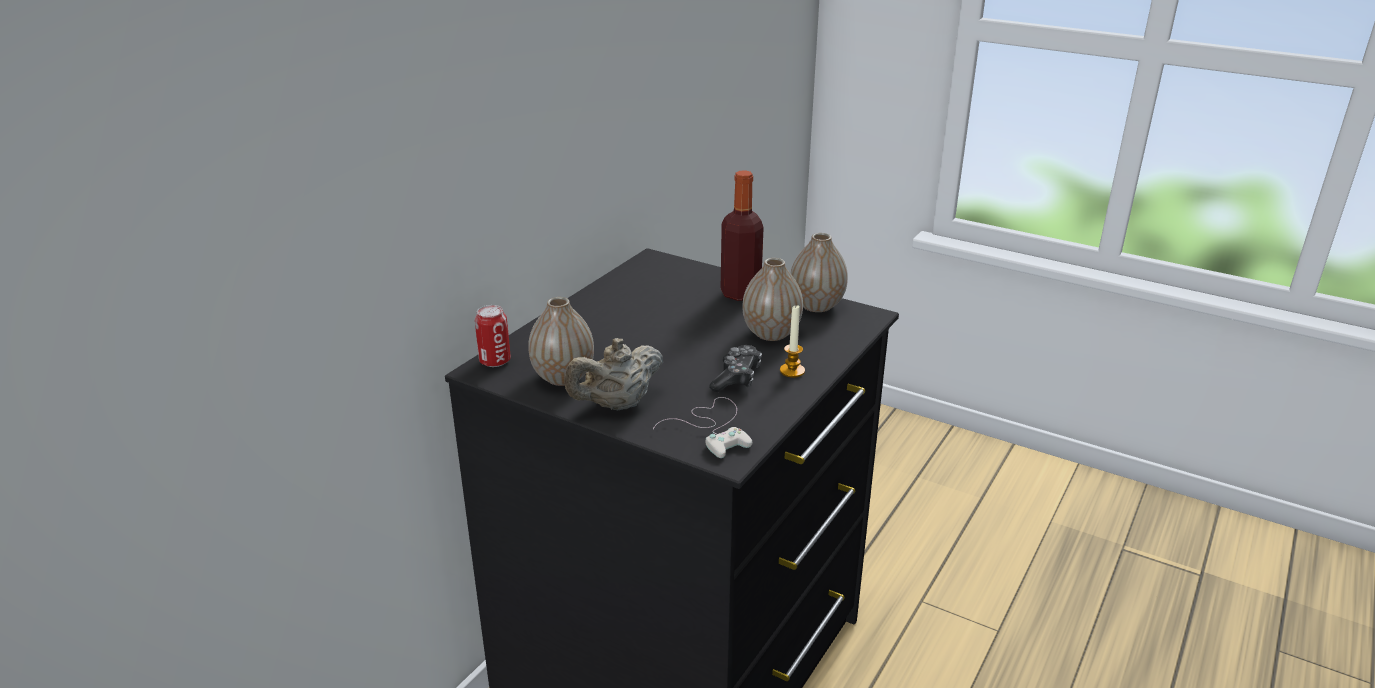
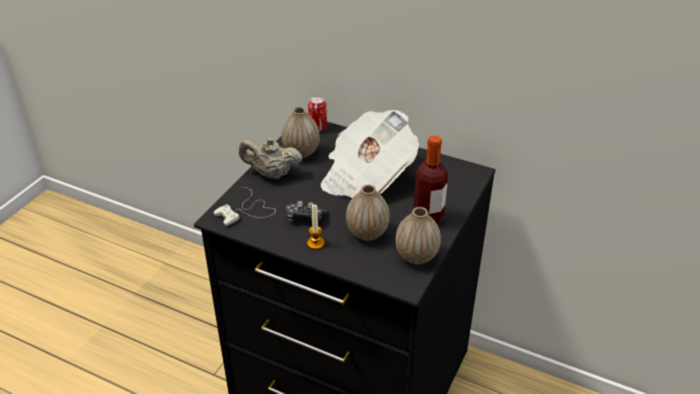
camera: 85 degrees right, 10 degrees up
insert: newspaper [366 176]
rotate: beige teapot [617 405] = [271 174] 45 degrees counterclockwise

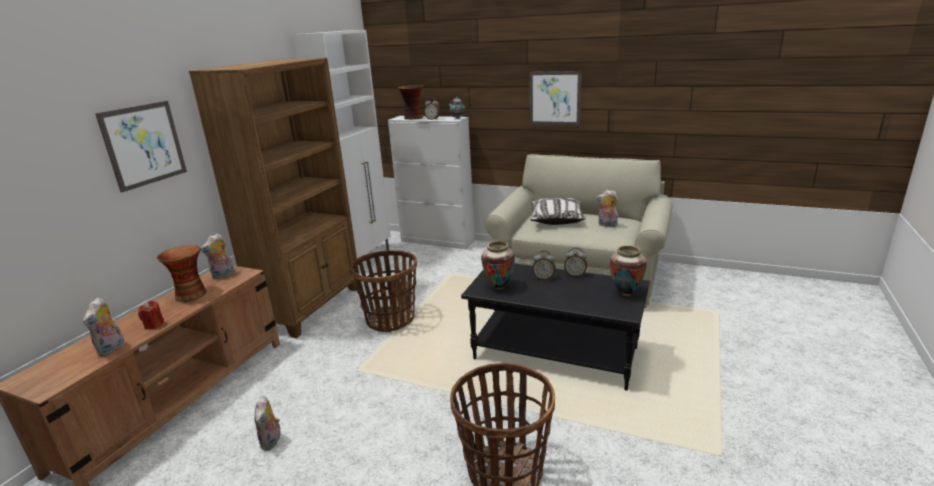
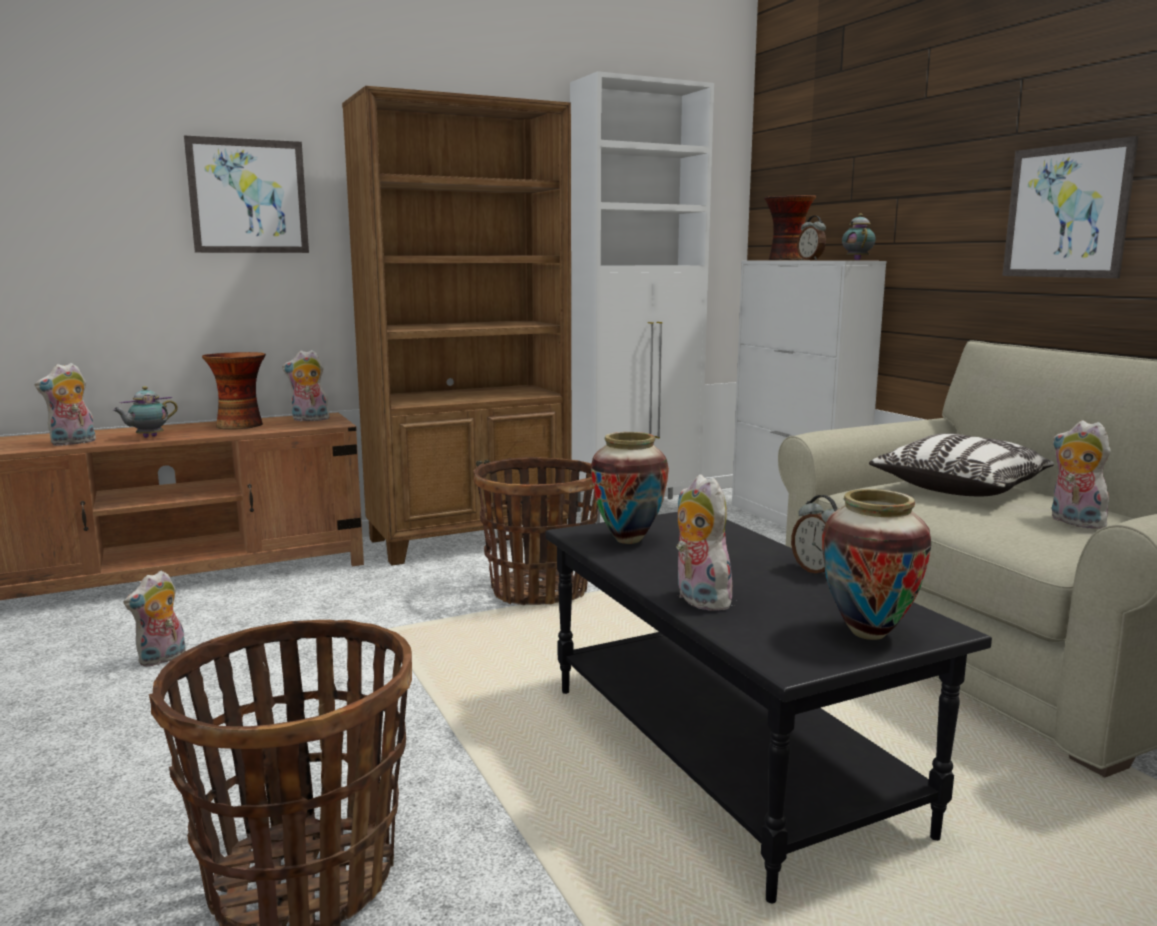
camera: 40 degrees right, 10 degrees down
delete: alarm clock [543 278]
insert: plush toy [698 600]
replace: red candle [154 325] to teapot [148 437]

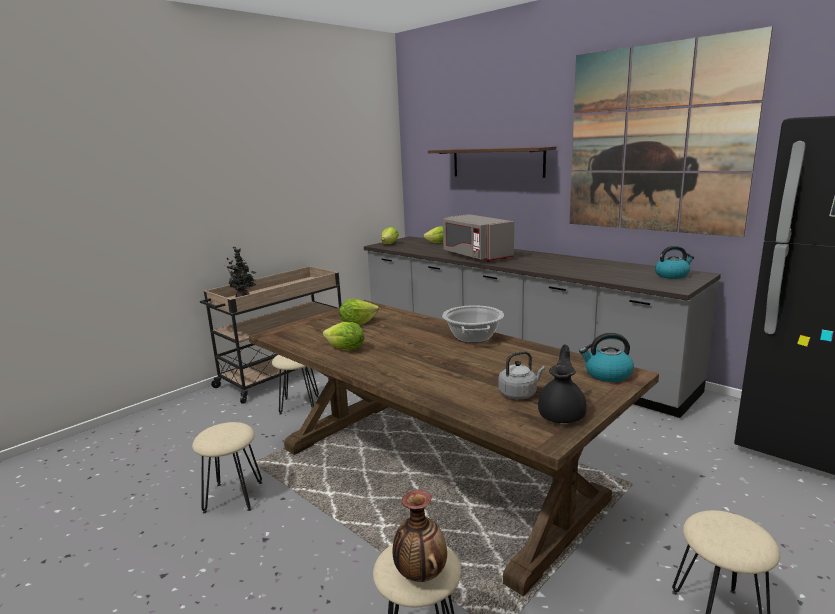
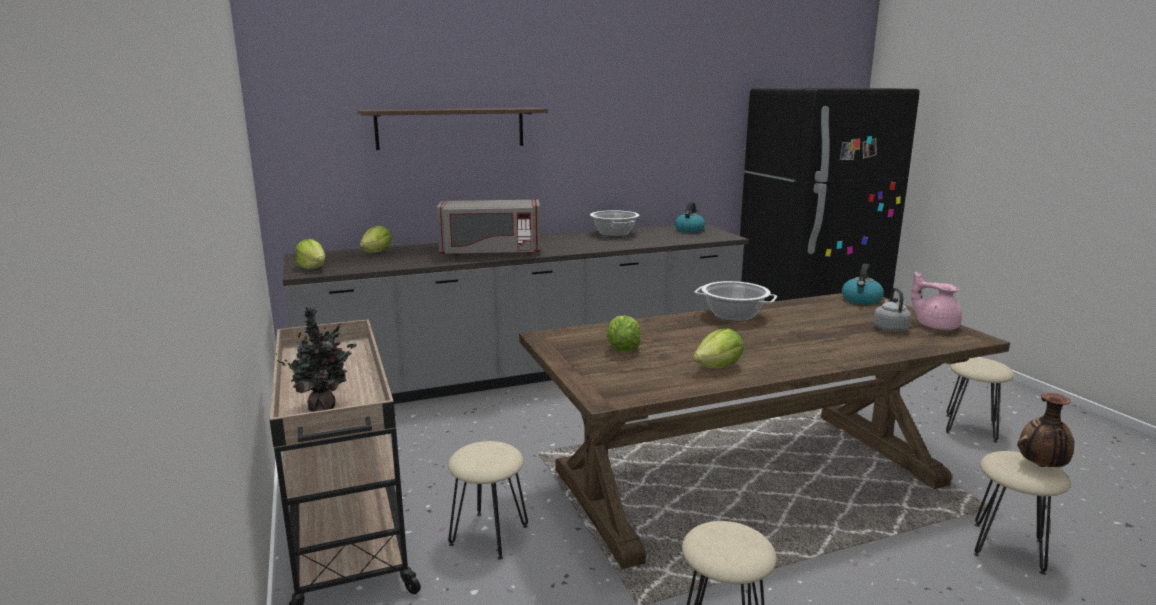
camera: 65 degrees left, 0 degrees up
delete: picture [655 140]
insert: cooking pot [614 234]
recolor: black teapot [562 415] to pink teapot [935 326]

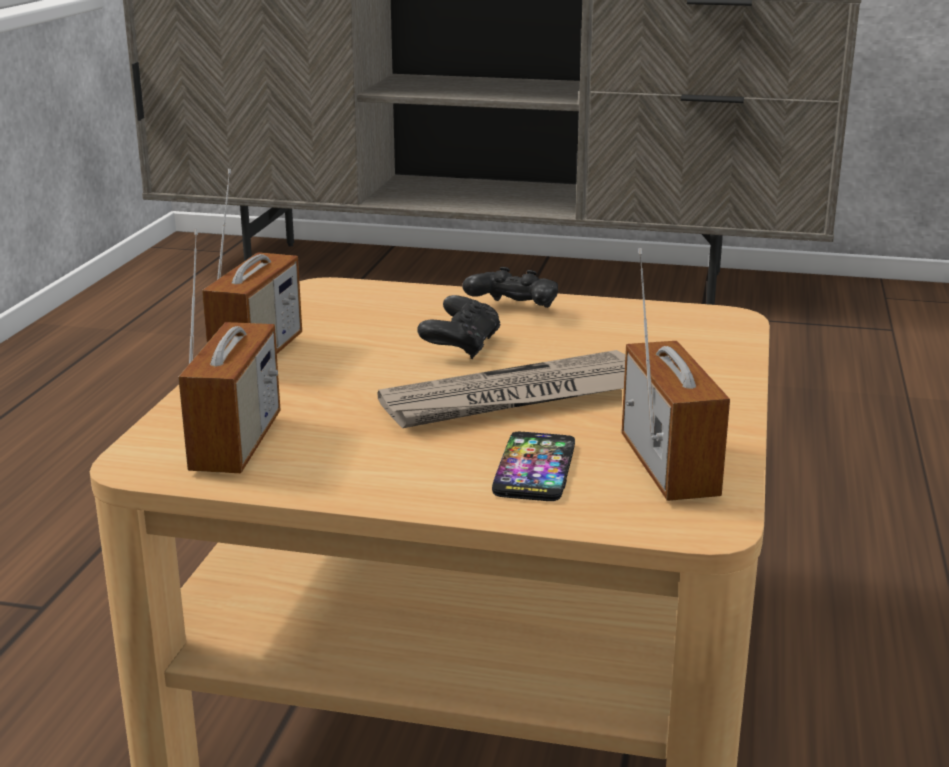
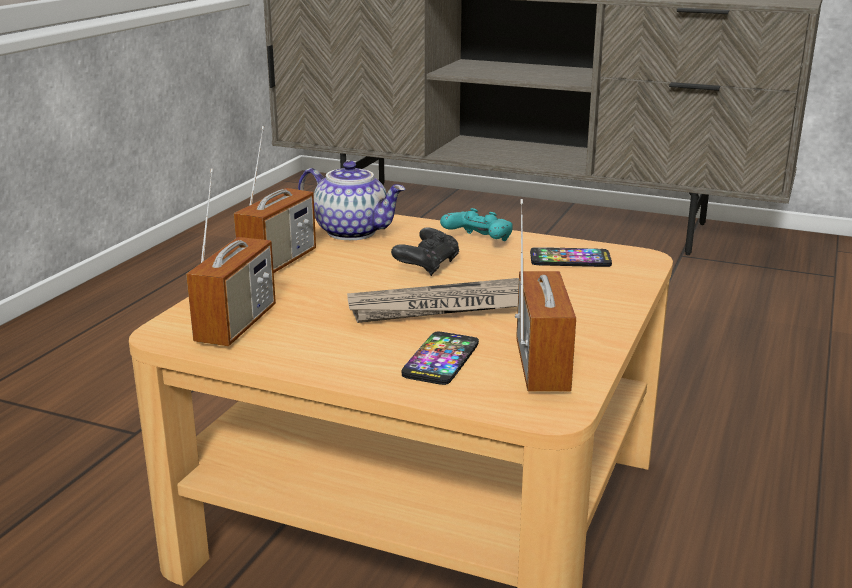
camera: 10 degrees right, 0 degrees up
insert: teapot [353 232]; phone [570 259]
recolor: black game controller [513 310] to turquoise game controller [478 241]

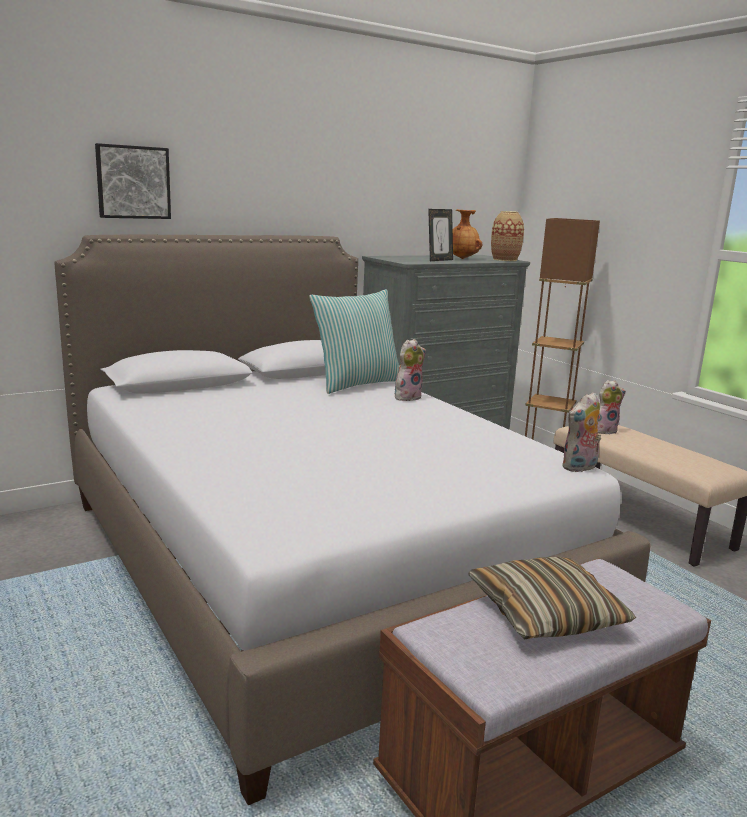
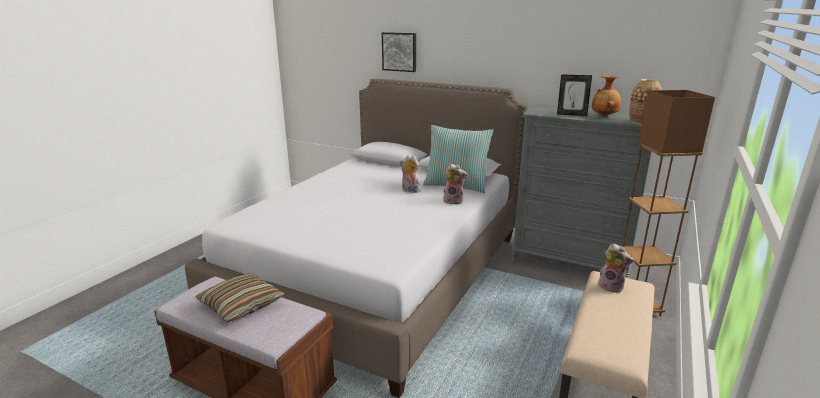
camera: 60 degrees right, 5 degrees up
move: plush toy [580 468] to [410 190]

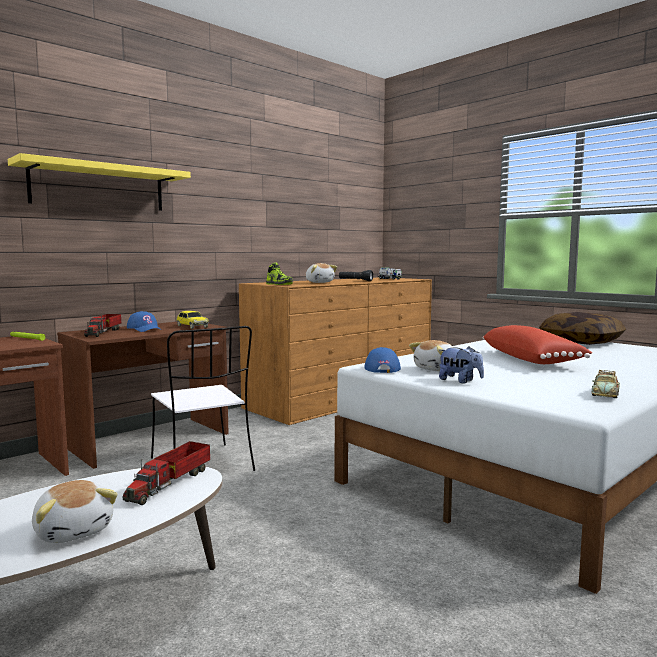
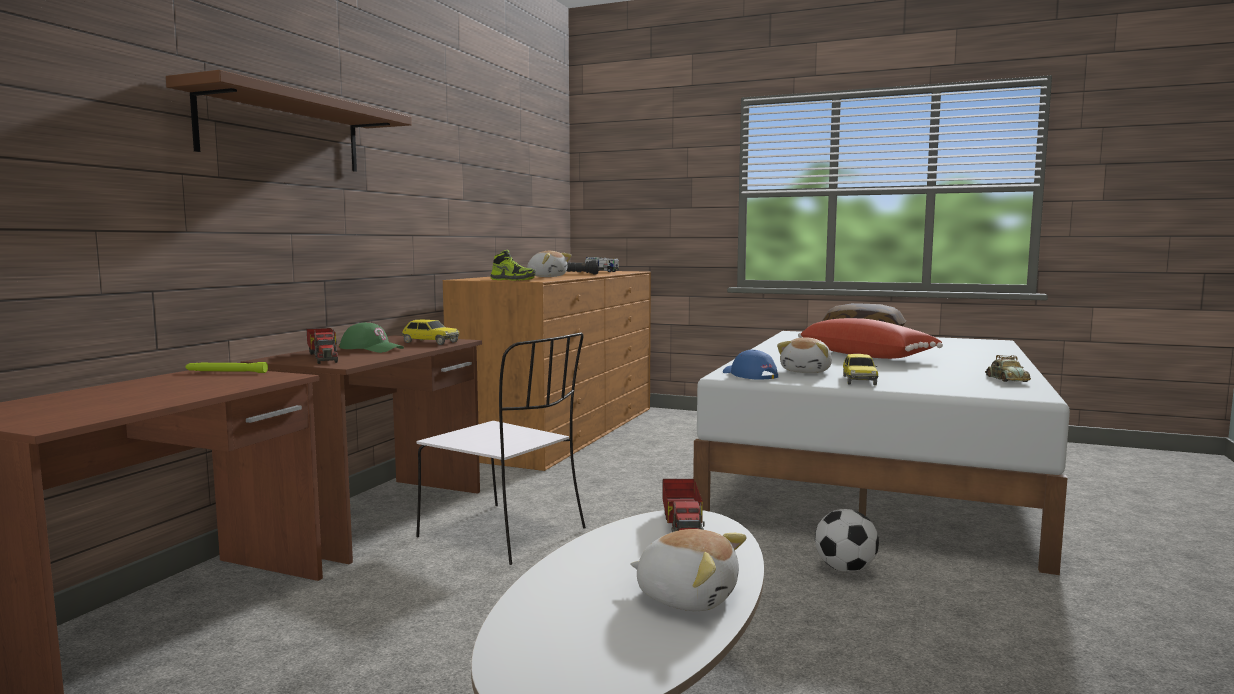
camera: 25 degrees left, 0 degrees up
insert: football [845 569]
replace: plush toy [460 381] to toy car [859 380]
recolor: yellow shelf [99 187] to brown shelf [282 132]; blue cap [144 329] to green cap [371 349]

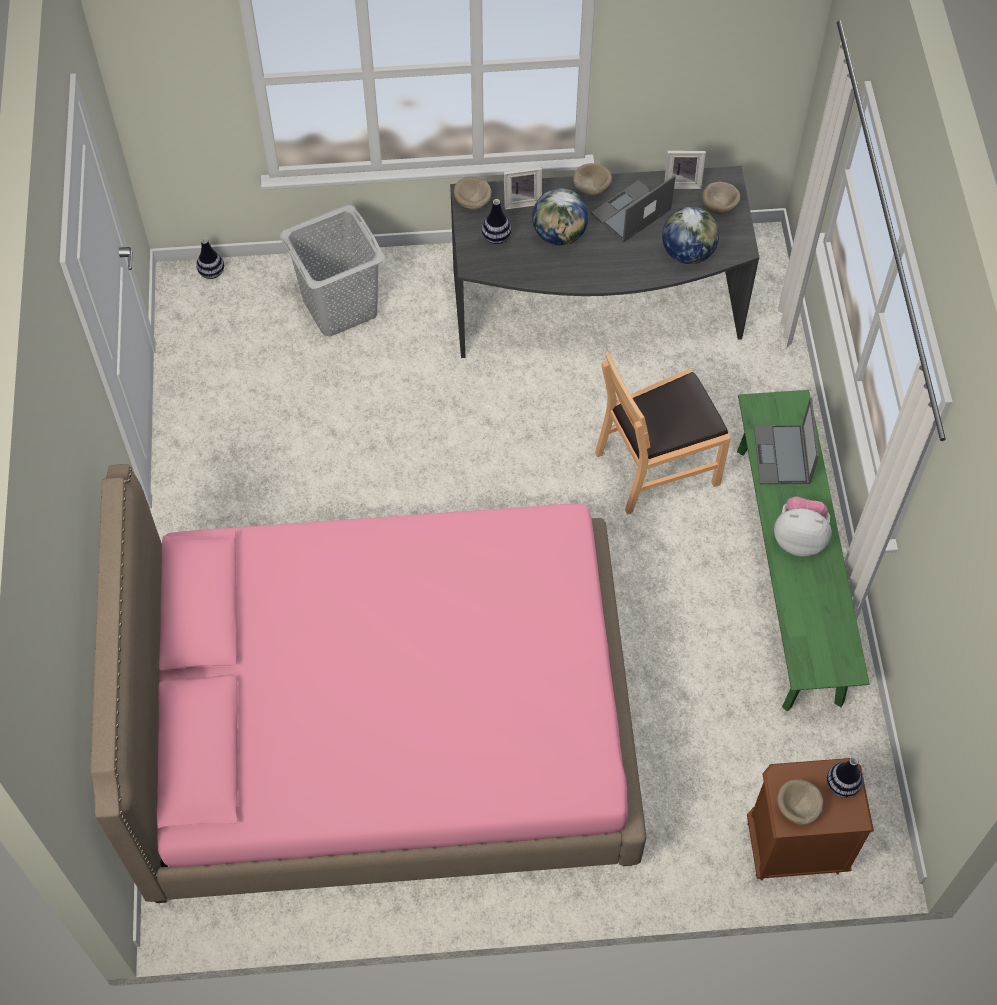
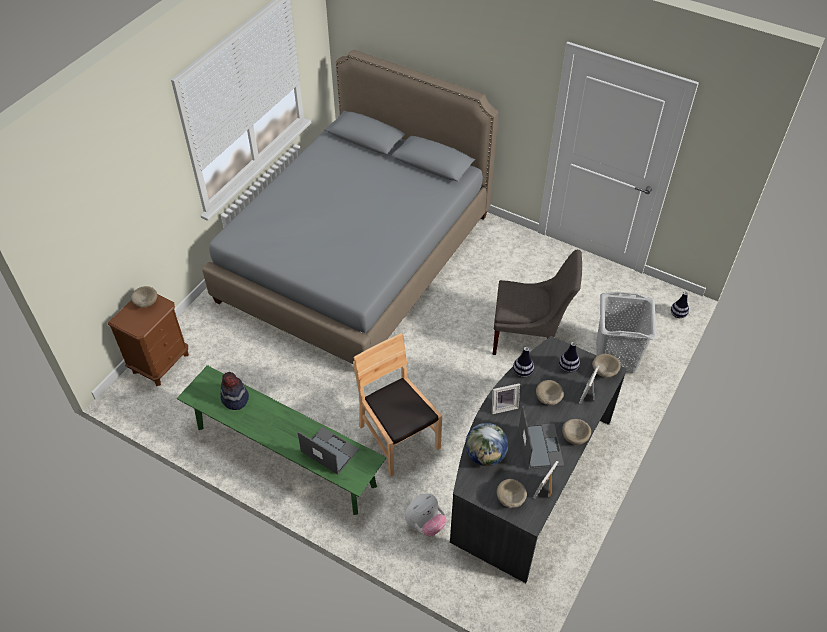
camera: 125 degrees right, 10 degrees down
insert: hat [235 398]; grey chair [529 338]; picture frame [503 406]
move: plush toy [799 538] to [425 523]; vase [842 785] to [522 372]
replace: globe [559 235] to beige bowl [548 398]
recolor: pink bed [386 726] to grey bed [356 257]
rotate: brown chair [656 466] = [398 438] 45 degrees counterclockwise

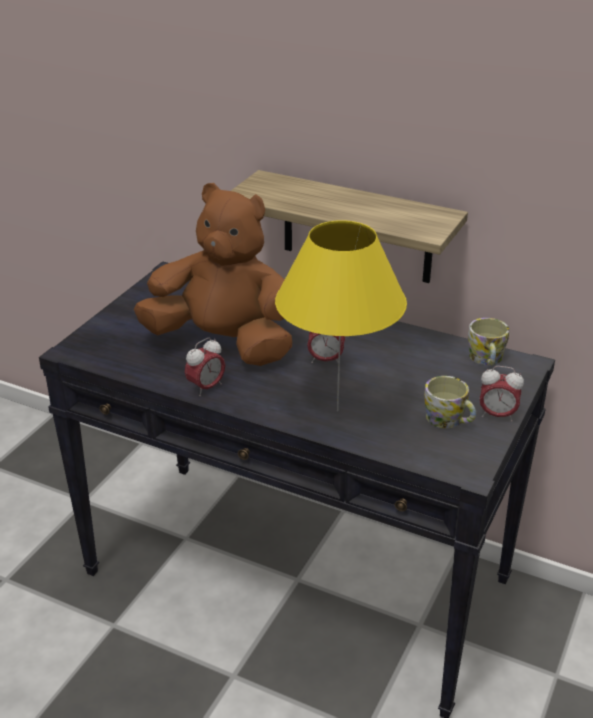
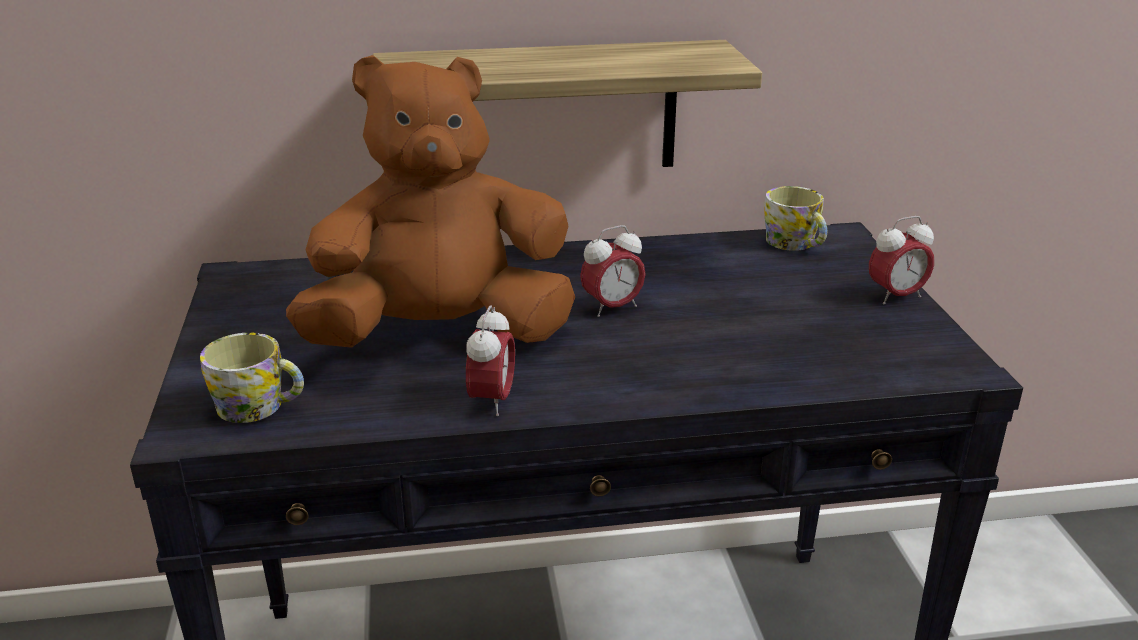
camera: 35 degrees left, 5 degrees down
delete: yellow table lamp [337 411]
move: mug [449 420] to [259 407]

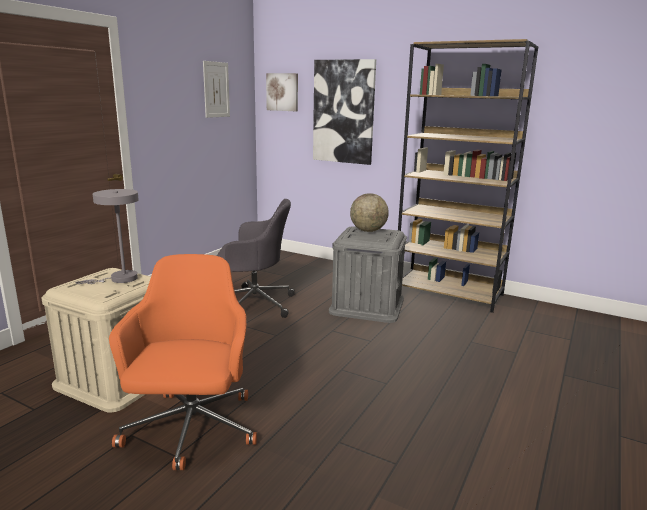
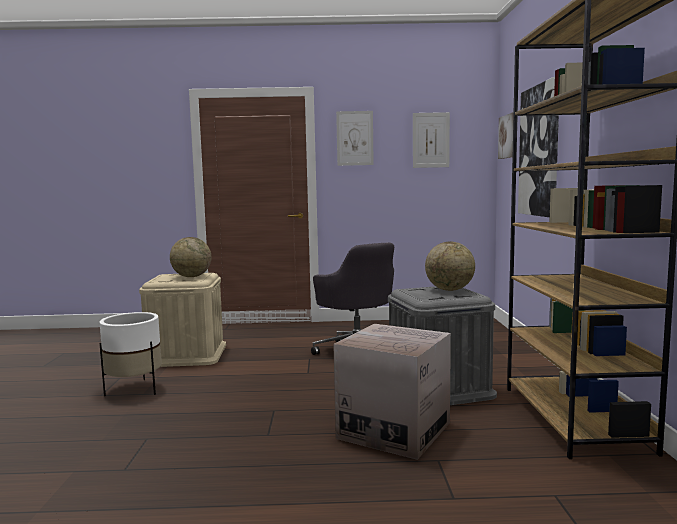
camera: 60 degrees right, 10 degrees down
insert: cardboard box [394 430]; picture [355 138]
replace: orange office chair [191 430] to white planter [134 390]; grey table lamp [119 279] to globe [191 276]

